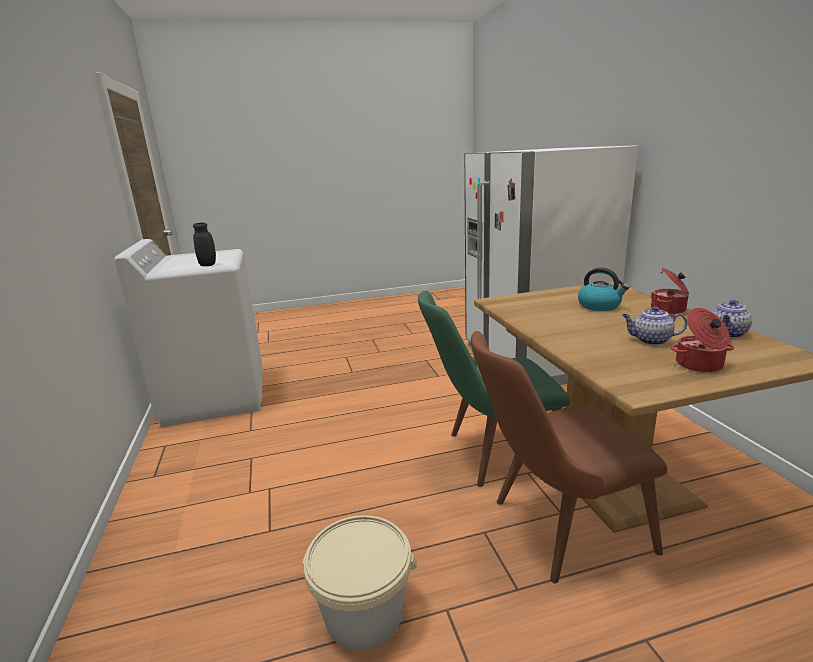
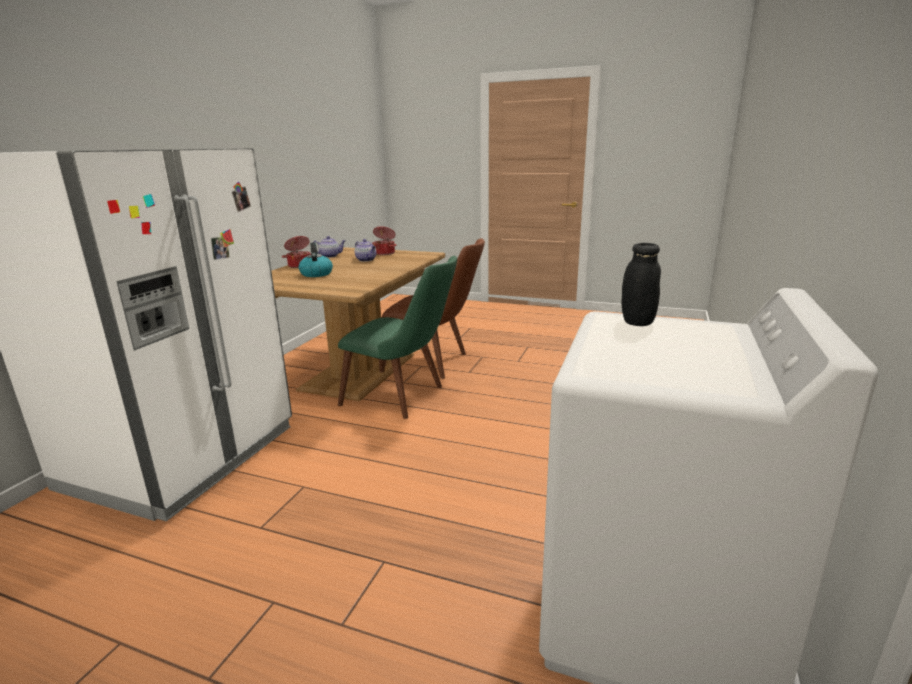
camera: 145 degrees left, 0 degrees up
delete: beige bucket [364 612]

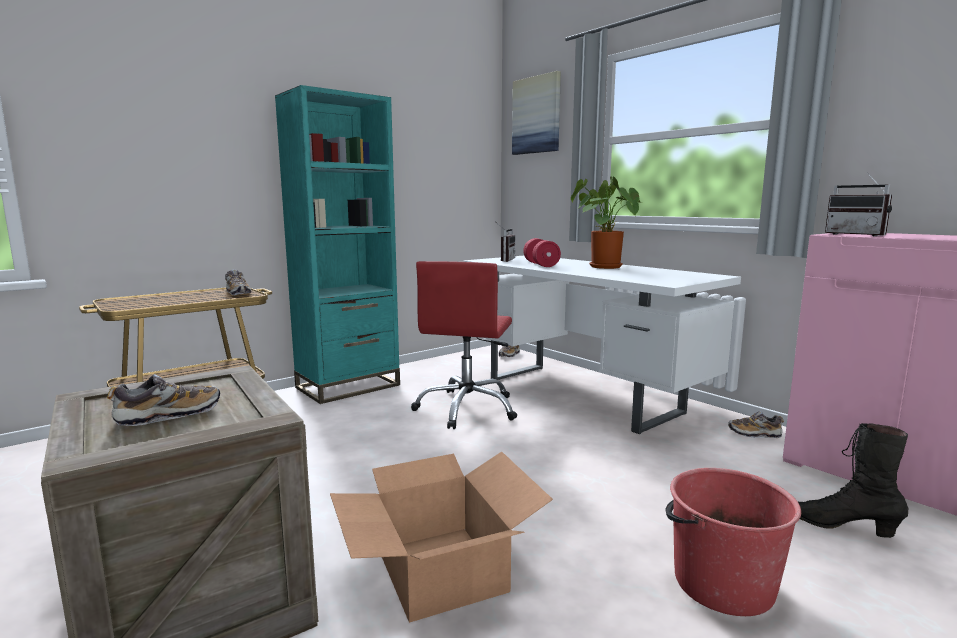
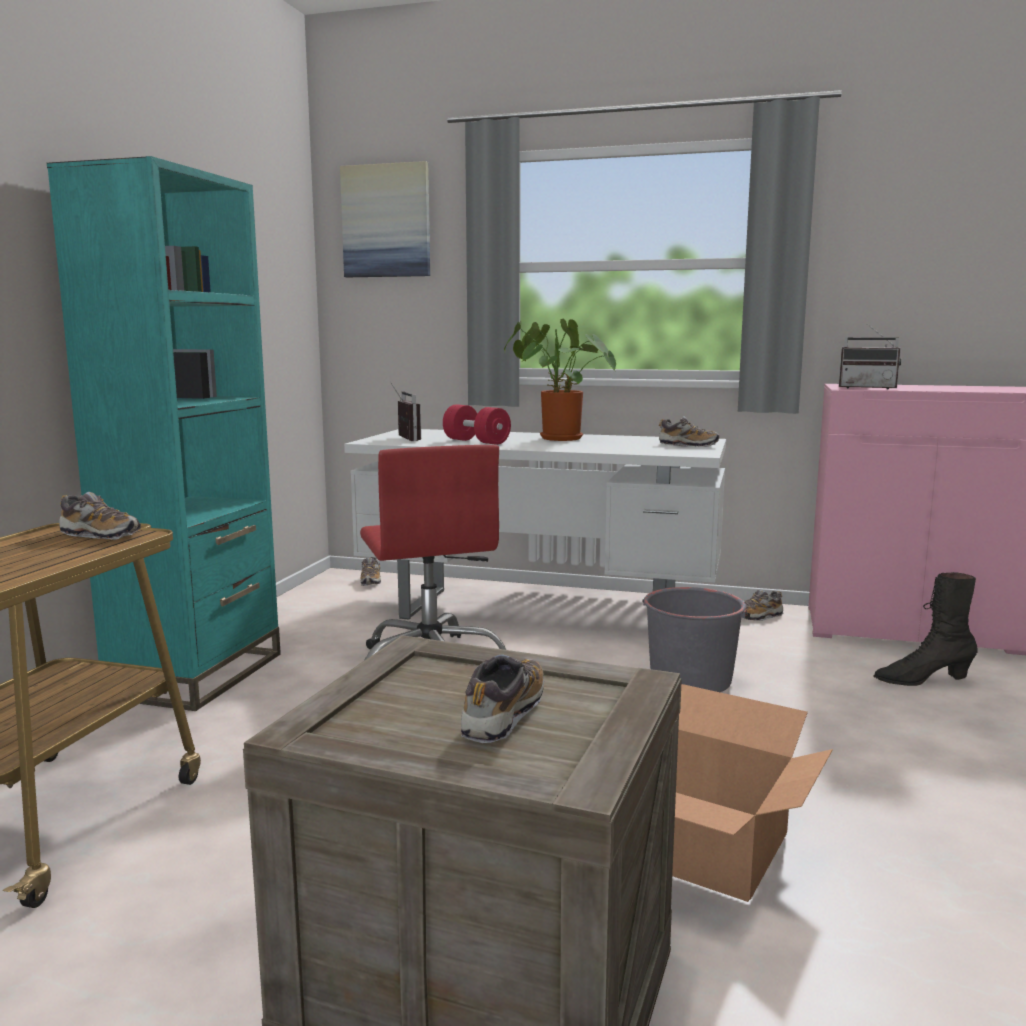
camera: 35 degrees left, 0 degrees up
delete: red bucket [721 583]
insert: grey bucket [691 679]; shoe [688 445]

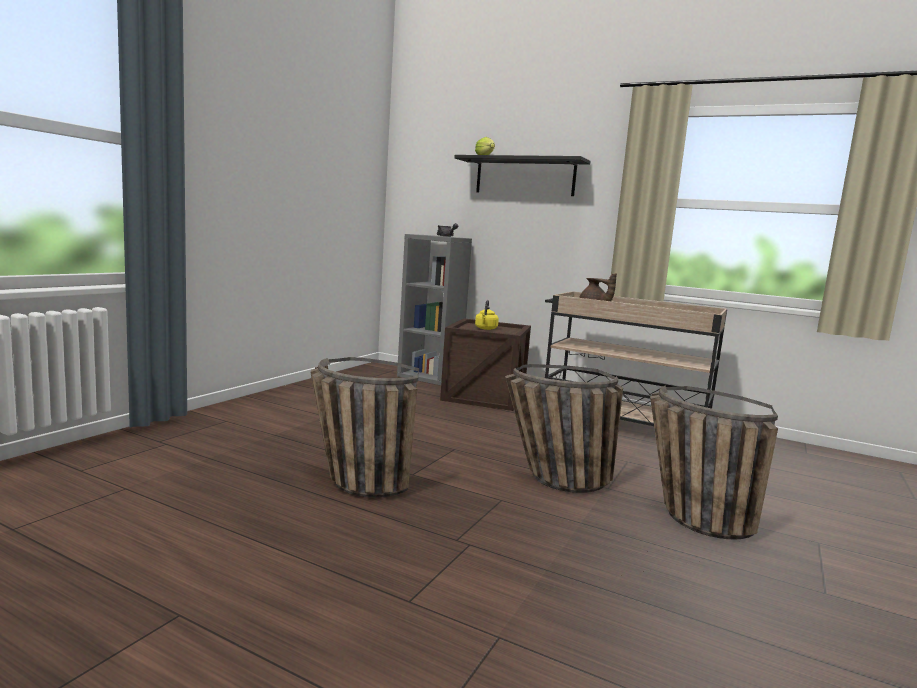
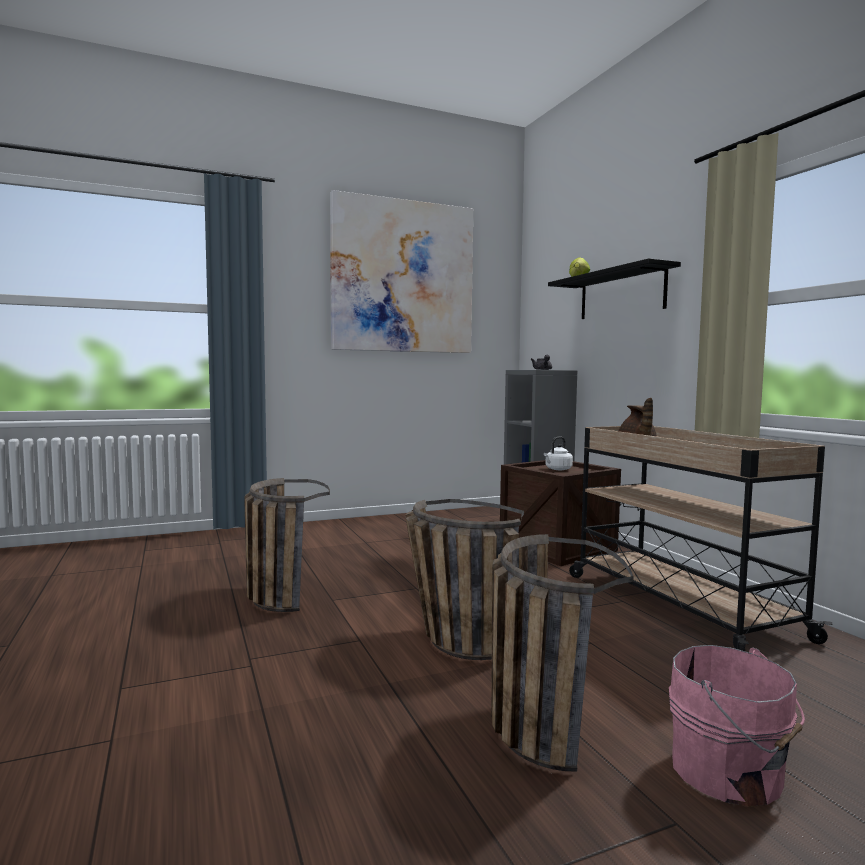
camera: 40 degrees right, 5 degrees down
insert: picture [402 277]; pink bucket [731 774]
recolor: yellow kettle [486 329] to white kettle [557 469]

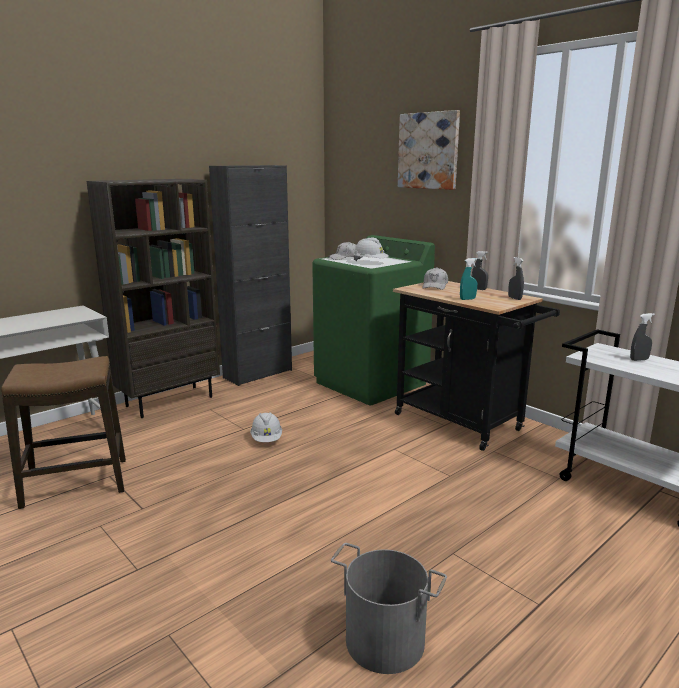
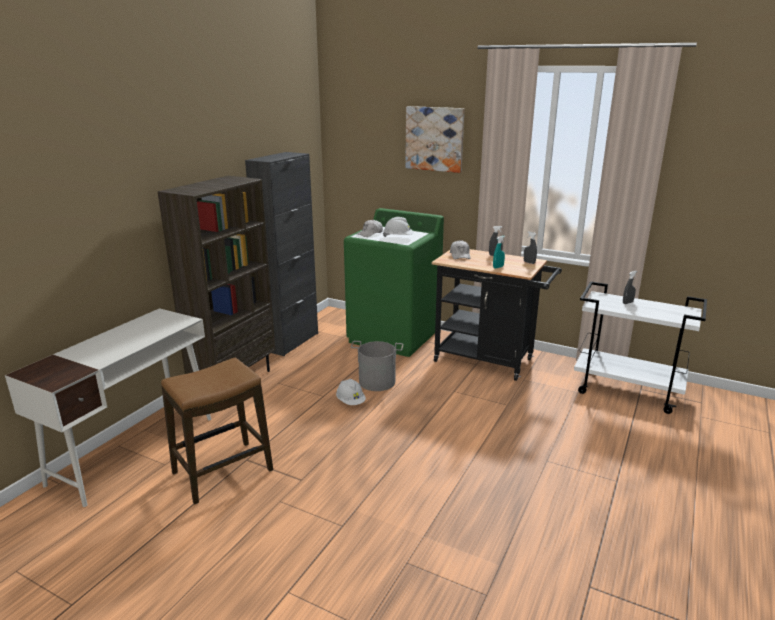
camera: 20 degrees left, 5 degrees up
move: grey bucket [384 641] to [377 382]

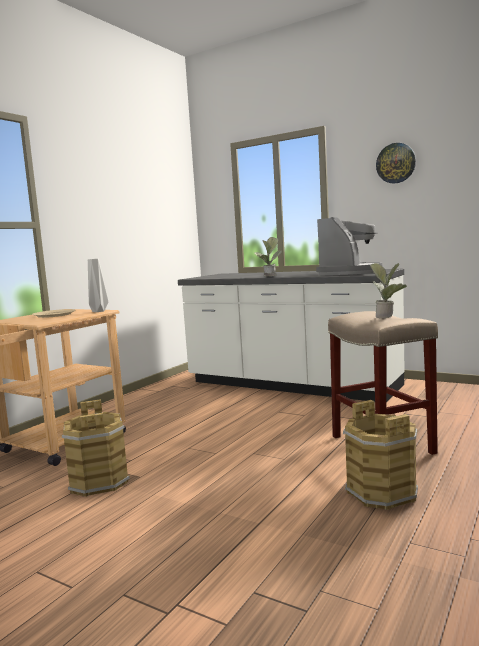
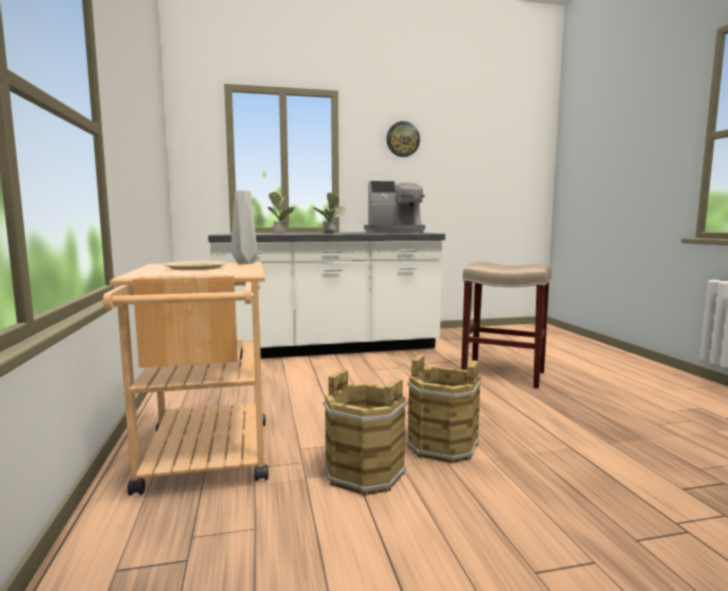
camera: 45 degrees left, 0 degrees up
move: potted plant [388 316] to [281 233]; brown bucket [380 492] to [442 446]
rotate: coffee machine [349 272] = [395 232] 105 degrees clockwise

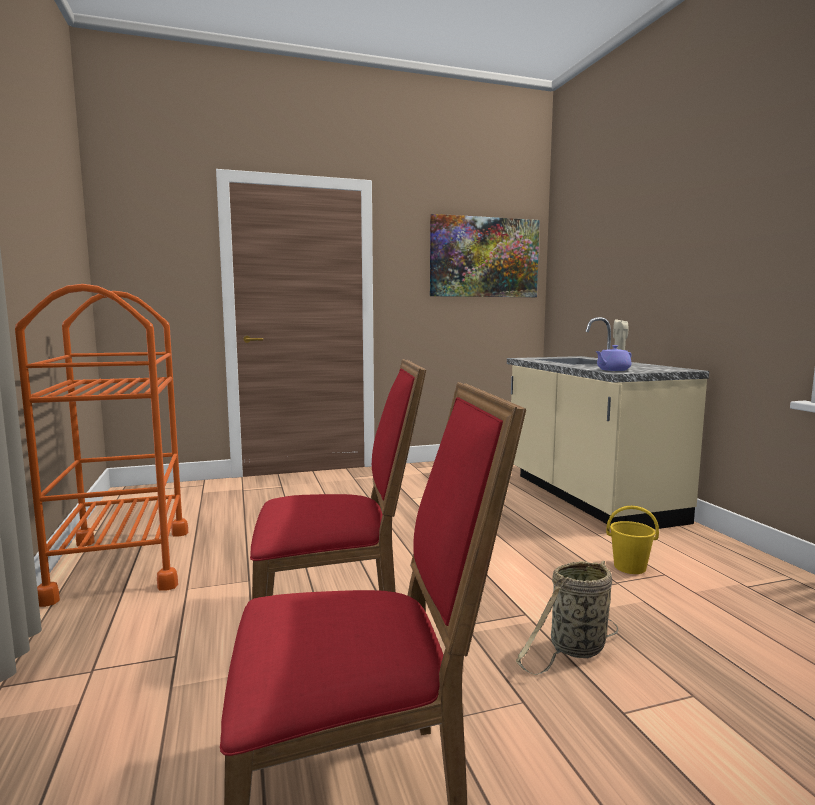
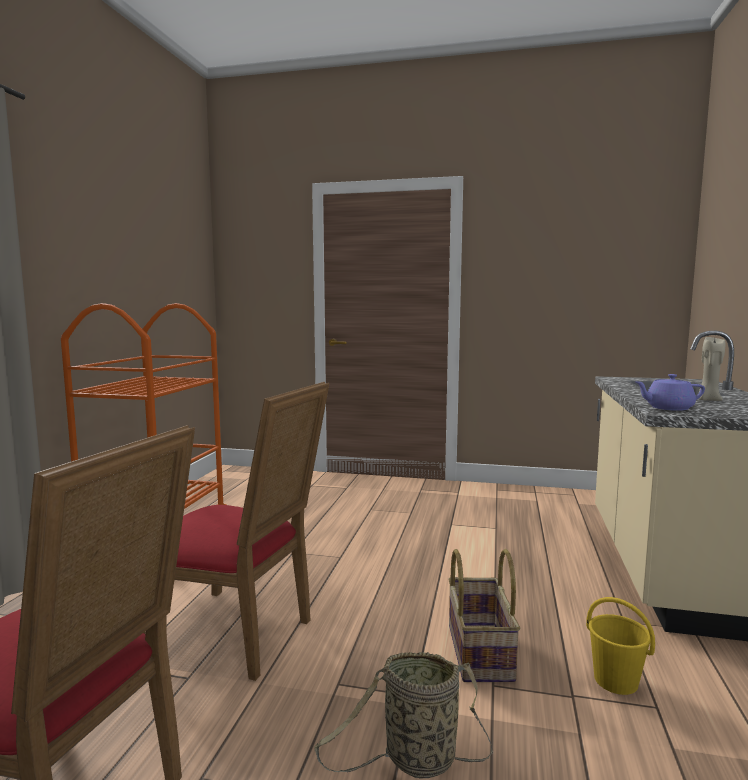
camera: 30 degrees right, 0 degrees up
delete: picture [484 257]
insert: basket [478 651]

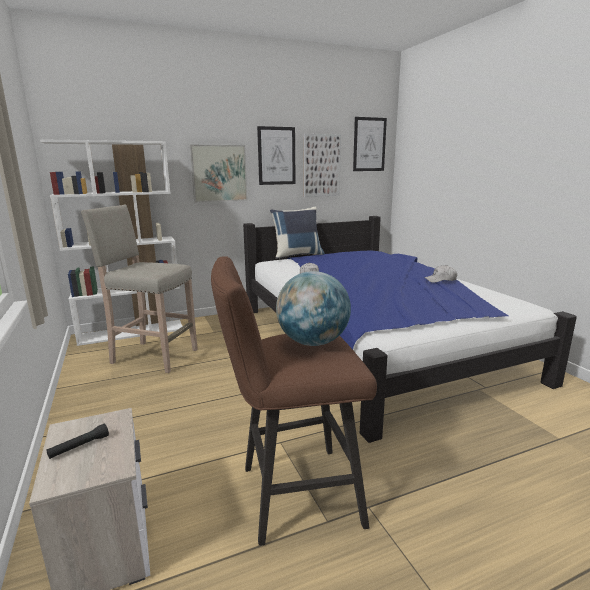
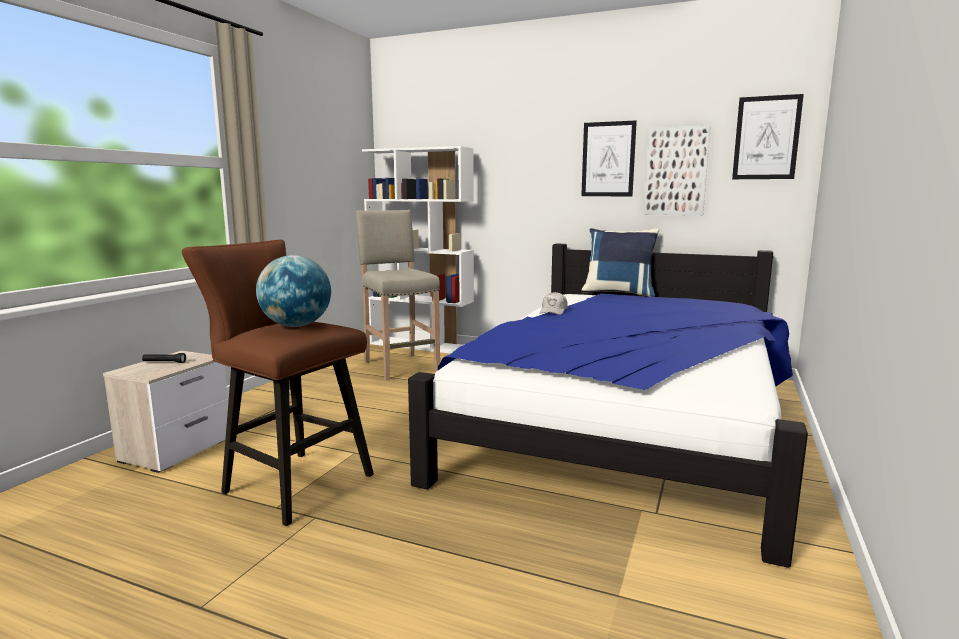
camera: 45 degrees right, 5 degrees down
delete: picture [219 173]; white cap [440 280]

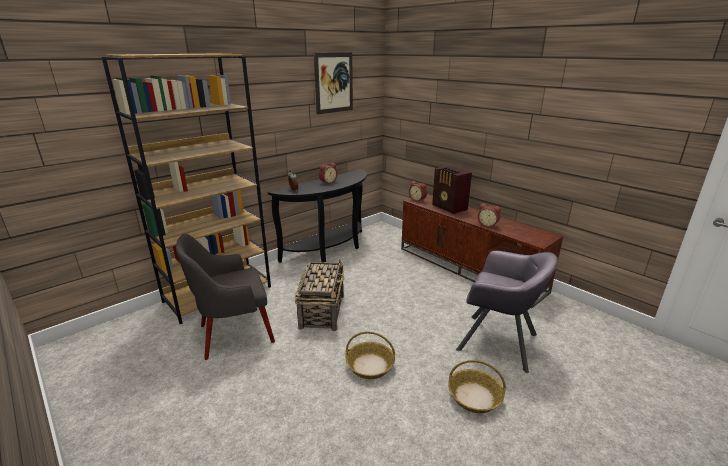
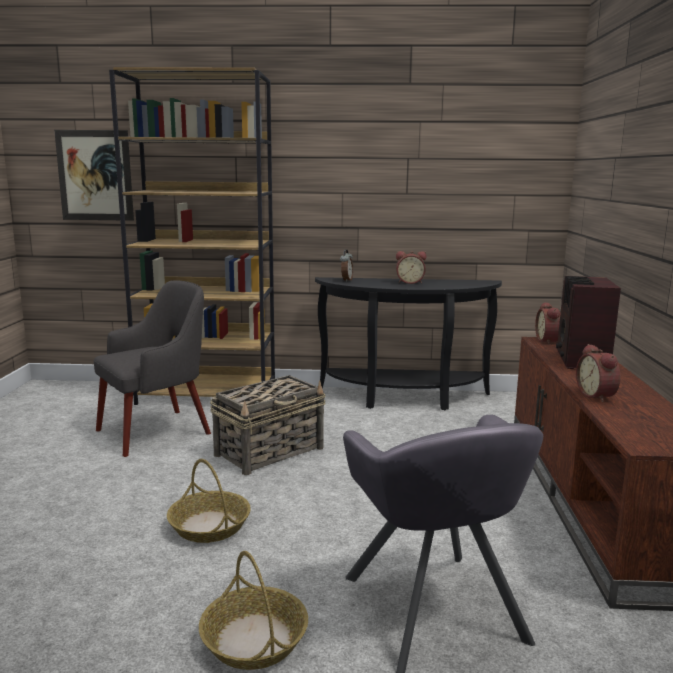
camera: 45 degrees right, 10 degrees down
move: picture [334 83] to [95 175]
rotate: grey armchair [234 333] = [156 431] 120 degrees clockwise

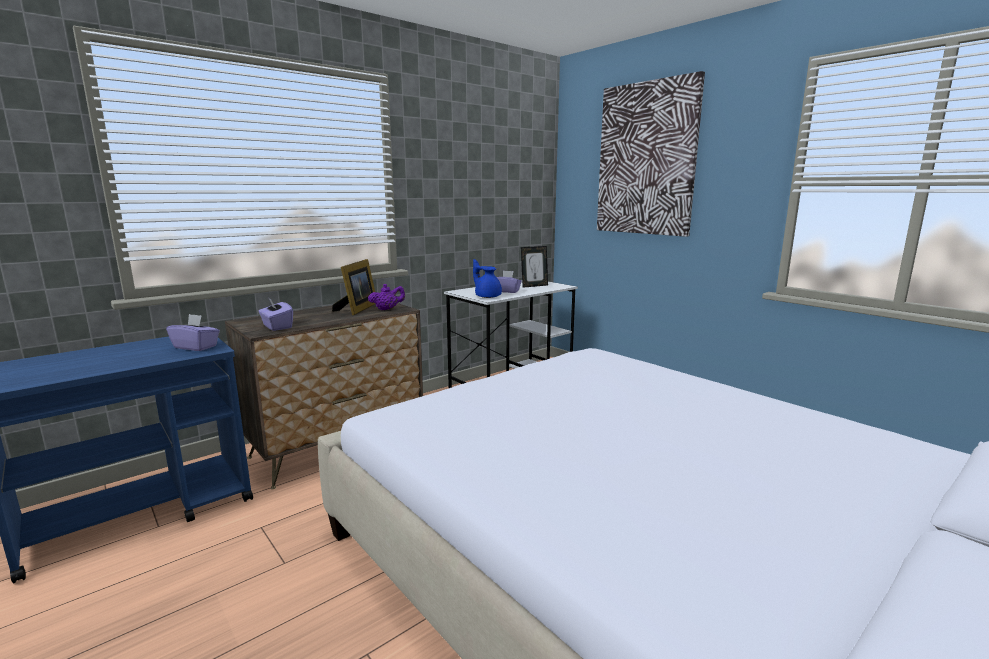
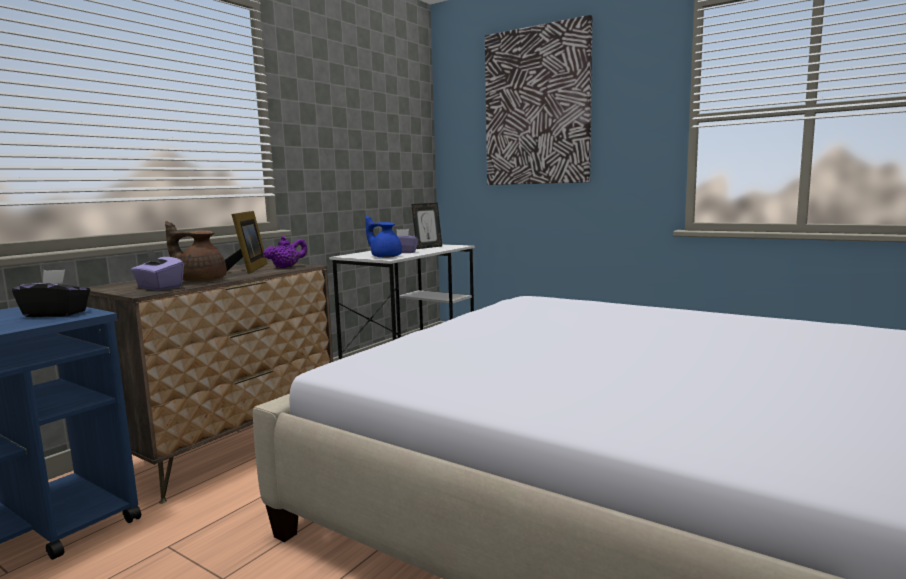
camera: 15 degrees left, 5 degrees down
insert: brown teapot [201 281]
recolor: purple tissue box [196 347] to black tissue box [56 314]

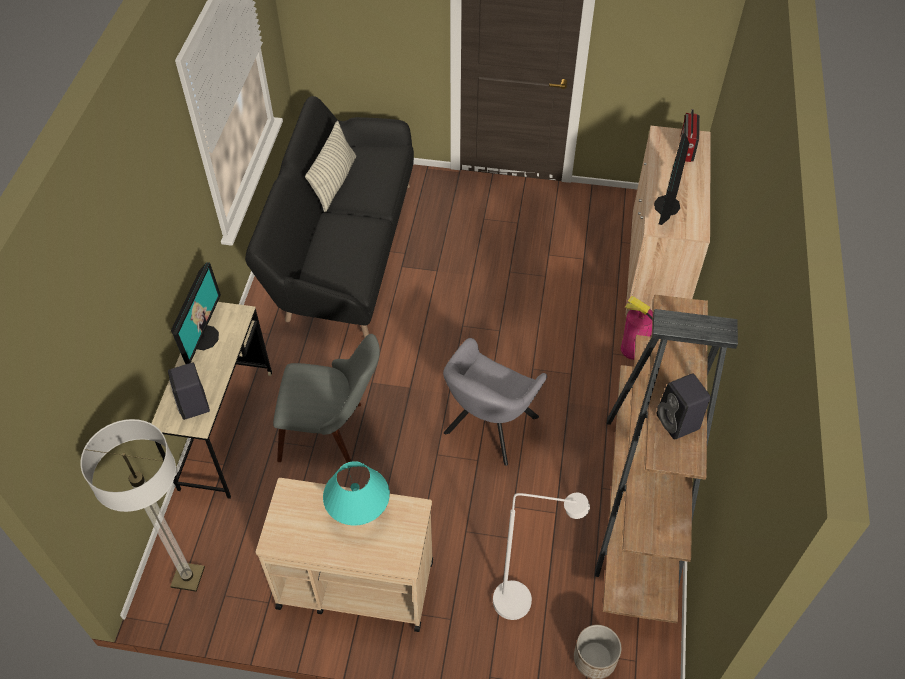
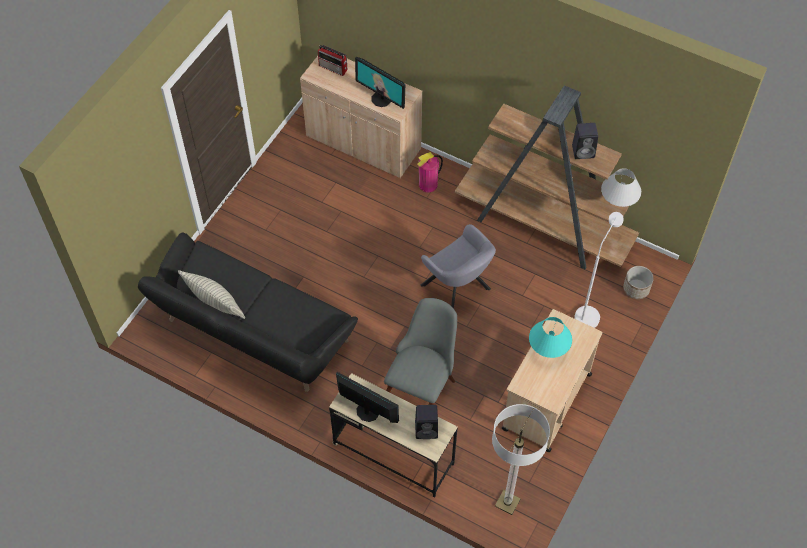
camera: 70 degrees left, 5 degrees up
insert: white table lamp [618 203]

